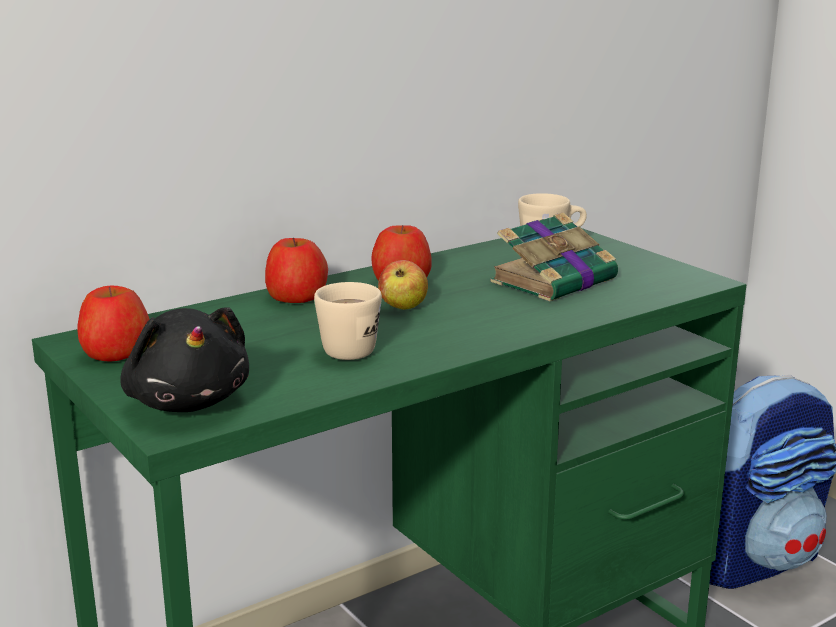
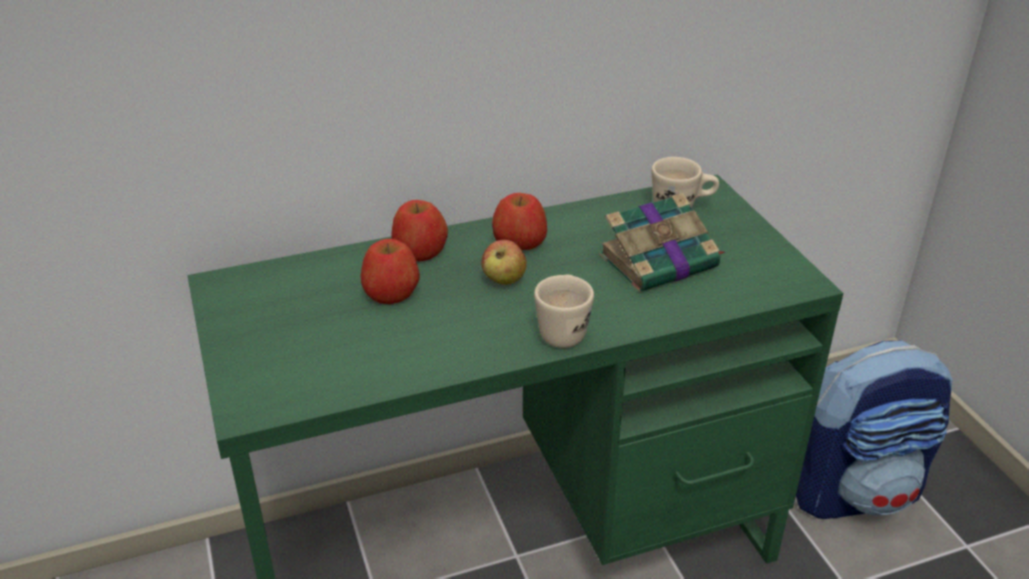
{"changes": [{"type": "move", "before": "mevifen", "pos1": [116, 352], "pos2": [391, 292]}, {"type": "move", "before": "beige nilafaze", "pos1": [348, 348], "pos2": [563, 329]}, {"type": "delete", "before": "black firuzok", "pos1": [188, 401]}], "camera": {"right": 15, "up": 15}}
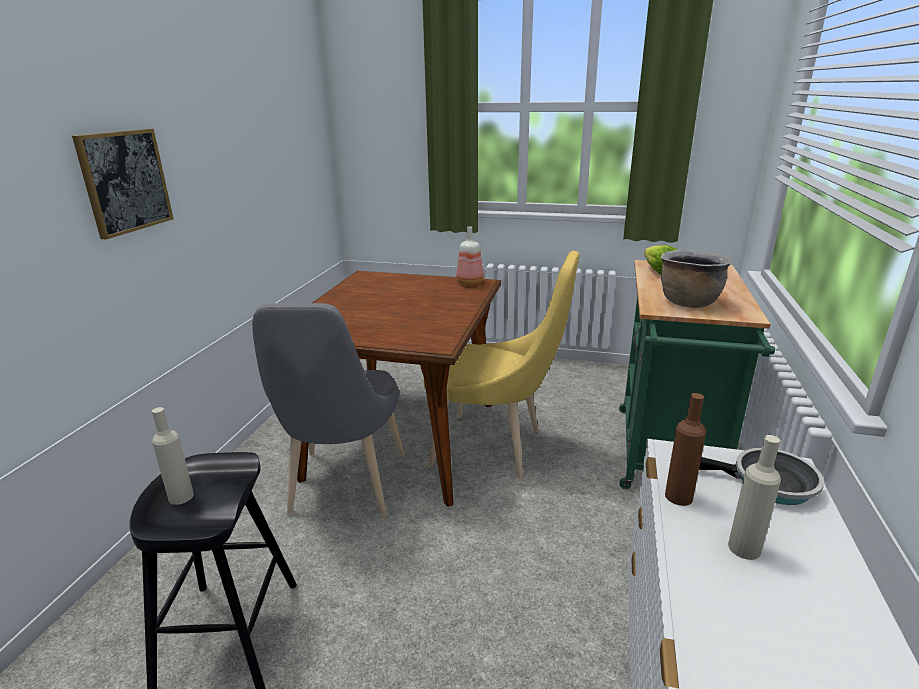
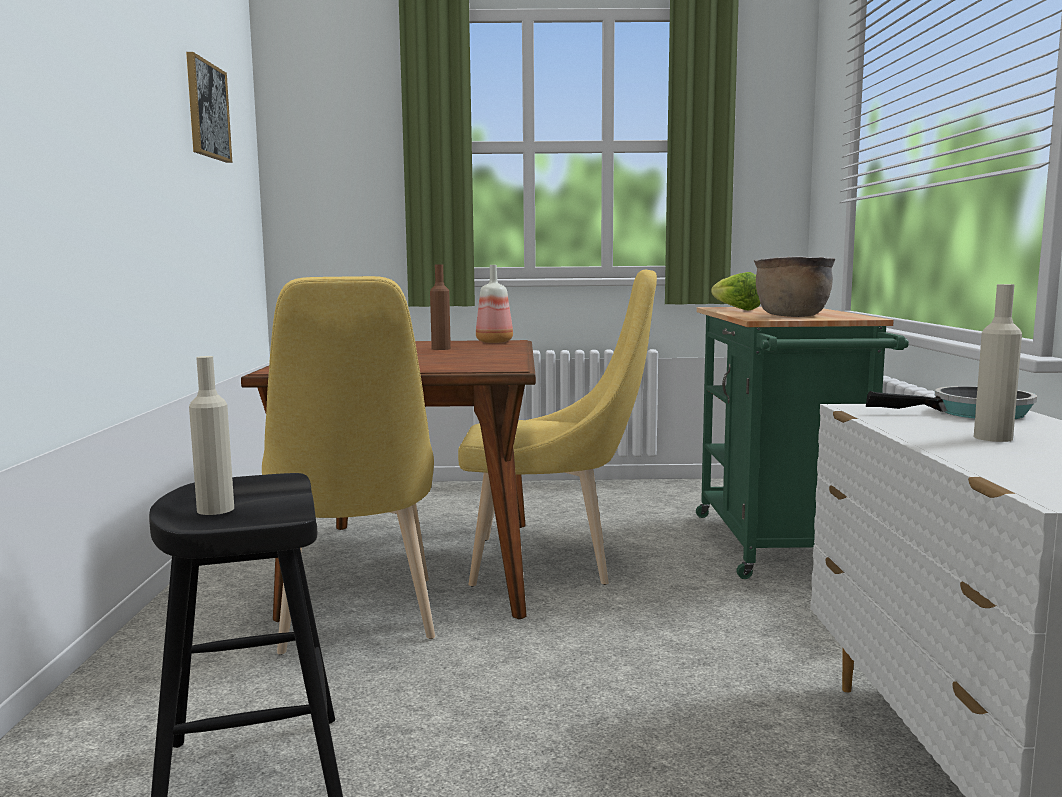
{"changes": [{"type": "move", "before": "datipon", "pos1": [125, 181], "pos2": [207, 110]}, {"type": "recolor", "before": "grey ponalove", "after": "yellow ponalove", "pos1": [345, 489], "pos2": [356, 621]}, {"type": "move", "before": "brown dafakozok", "pos1": [678, 496], "pos2": [441, 349]}], "camera": {"right": -15, "up": -15}}
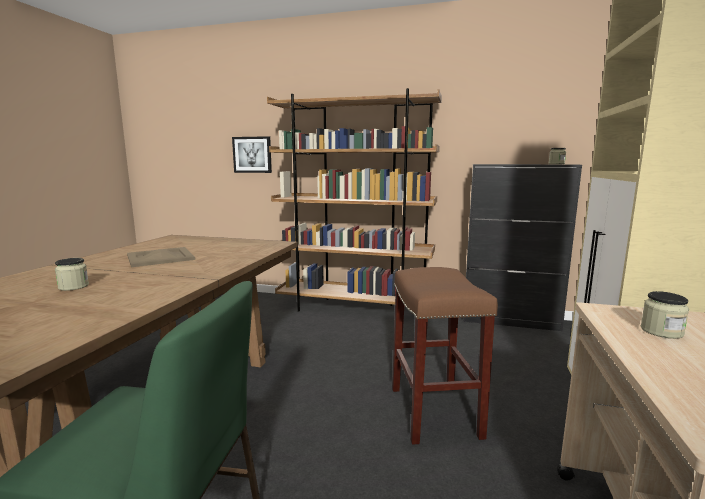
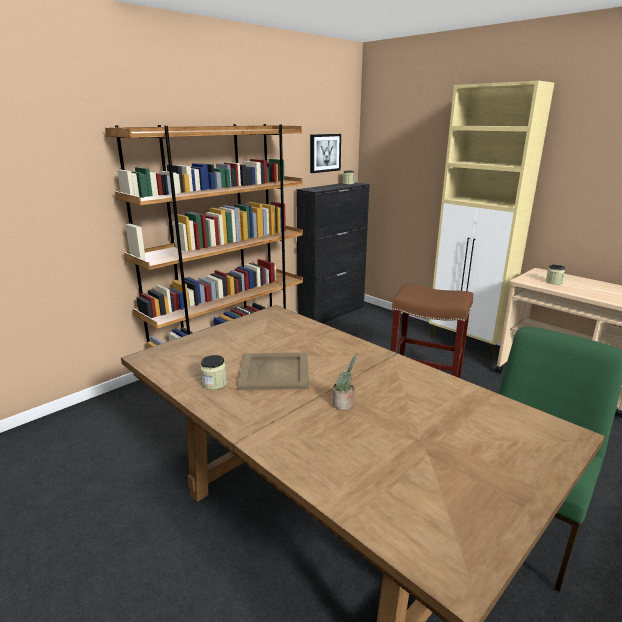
{"changes": [{"type": "move", "before": "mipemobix", "pos1": [73, 287], "pos2": [214, 383]}, {"type": "move", "before": "datipon", "pos1": [252, 154], "pos2": [324, 153]}, {"type": "insert", "after": "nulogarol", "pos2": [344, 404]}], "camera": {"right": -60, "up": 10}}
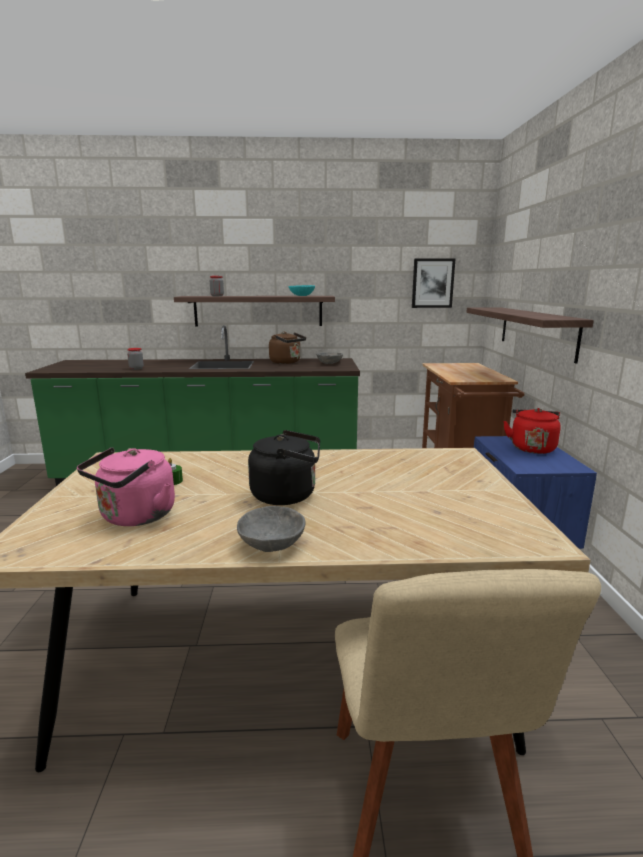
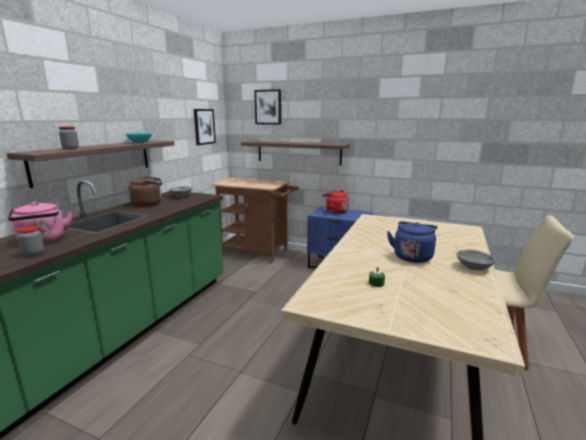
{"changes": [{"type": "move", "before": "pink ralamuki", "pos1": [135, 517], "pos2": [43, 241]}, {"type": "insert", "after": "datipon", "pos2": [268, 107]}, {"type": "recolor", "before": "black ralamuki", "after": "blue ralamuki", "pos1": [288, 495], "pos2": [412, 256]}], "camera": {"right": -65, "up": 0}}
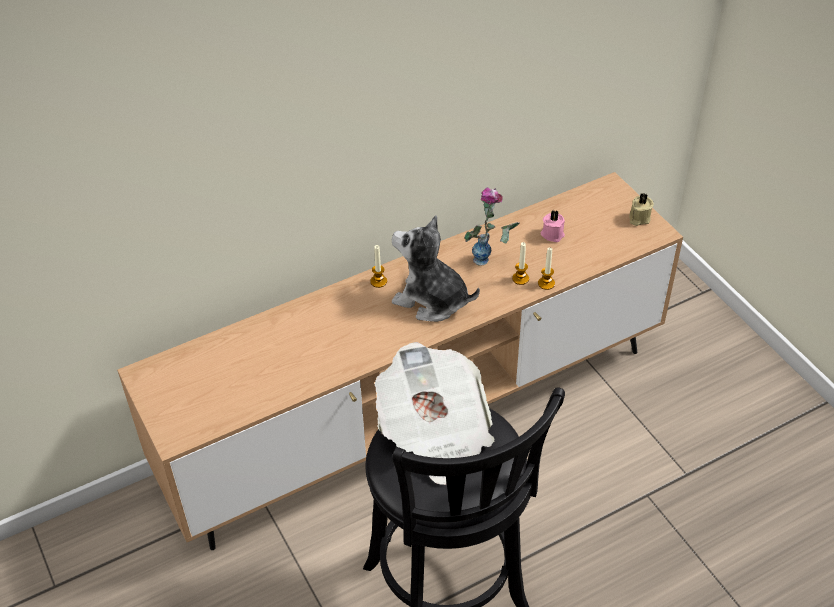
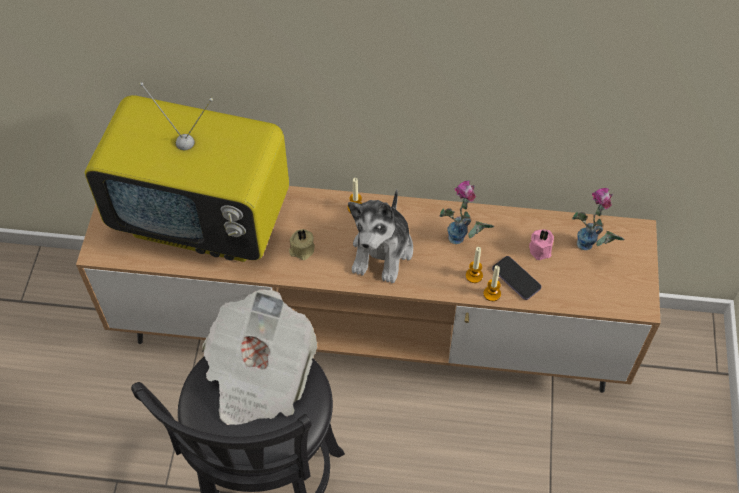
{"changes": [{"type": "insert", "after": "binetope", "pos2": [204, 219]}, {"type": "move", "before": "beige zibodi", "pos1": [638, 218], "pos2": [301, 250]}, {"type": "rotate", "before": "firuzok", "pos1": [431, 300], "pos2": [382, 251], "turn": -135}, {"type": "insert", "after": "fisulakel", "pos2": [516, 279]}, {"type": "insert", "after": "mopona", "pos2": [590, 252]}], "camera": {"right": 35, "up": 10}}
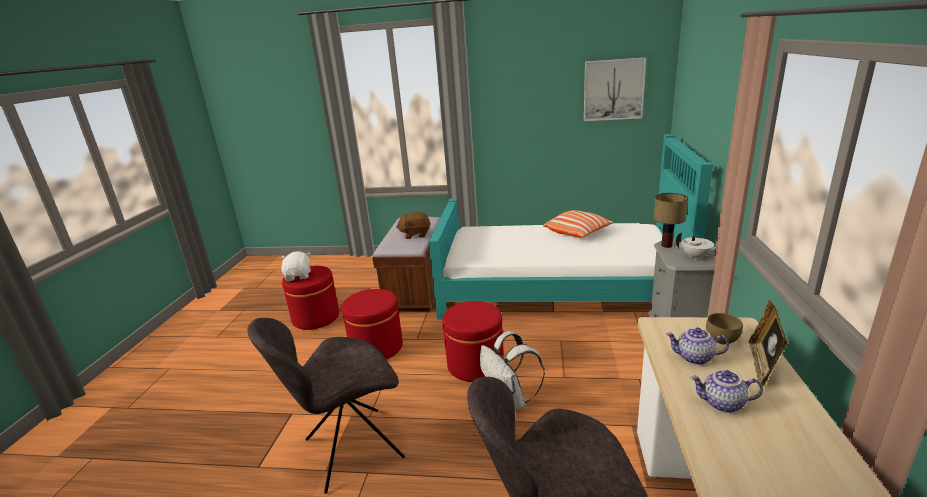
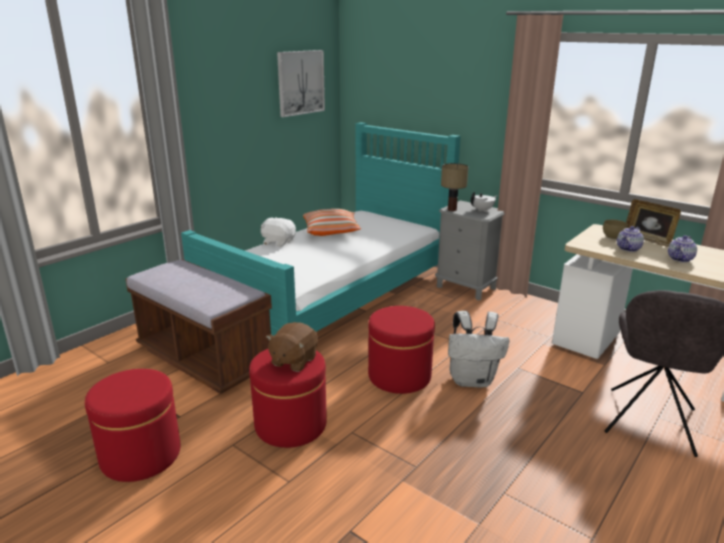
{"changes": [{"type": "move", "before": "white firuzok", "pos1": [299, 276], "pos2": [278, 242]}, {"type": "move", "before": "brown firuzok", "pos1": [415, 234], "pos2": [293, 361]}, {"type": "delete", "before": "grey ponalove", "pos1": [349, 450]}], "camera": {"right": -60, "up": 0}}
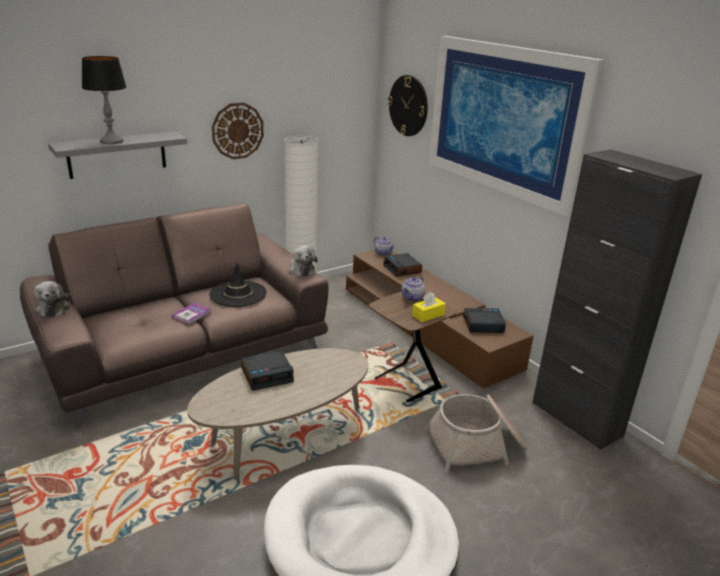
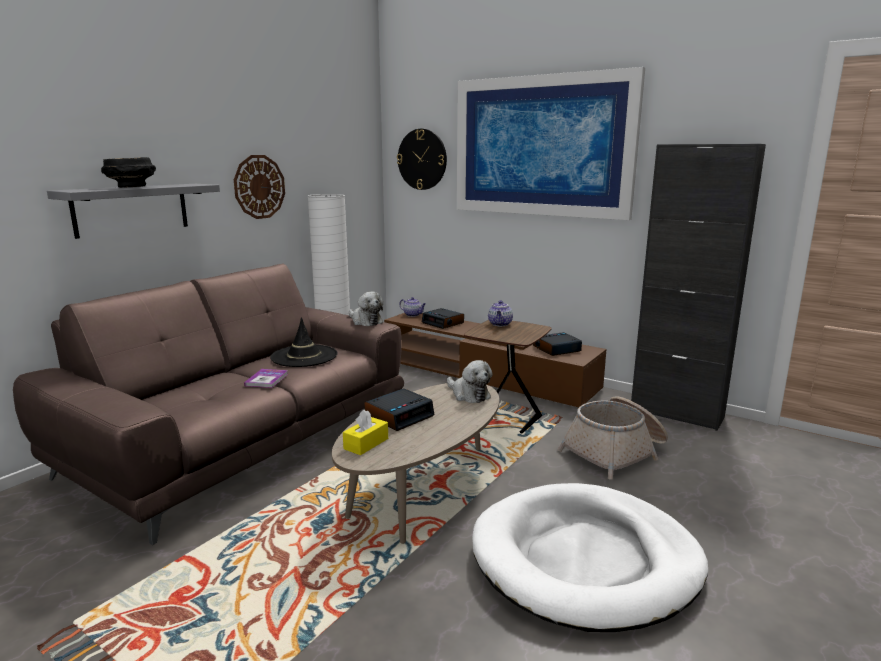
{"changes": [{"type": "replace", "before": "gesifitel", "after": "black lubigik", "pos1": [111, 141], "pos2": [131, 187]}, {"type": "move", "before": "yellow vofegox", "pos1": [428, 315], "pos2": [366, 444]}, {"type": "move", "before": "firuzok", "pos1": [53, 308], "pos2": [468, 395]}], "camera": {"right": -20, "up": -10}}
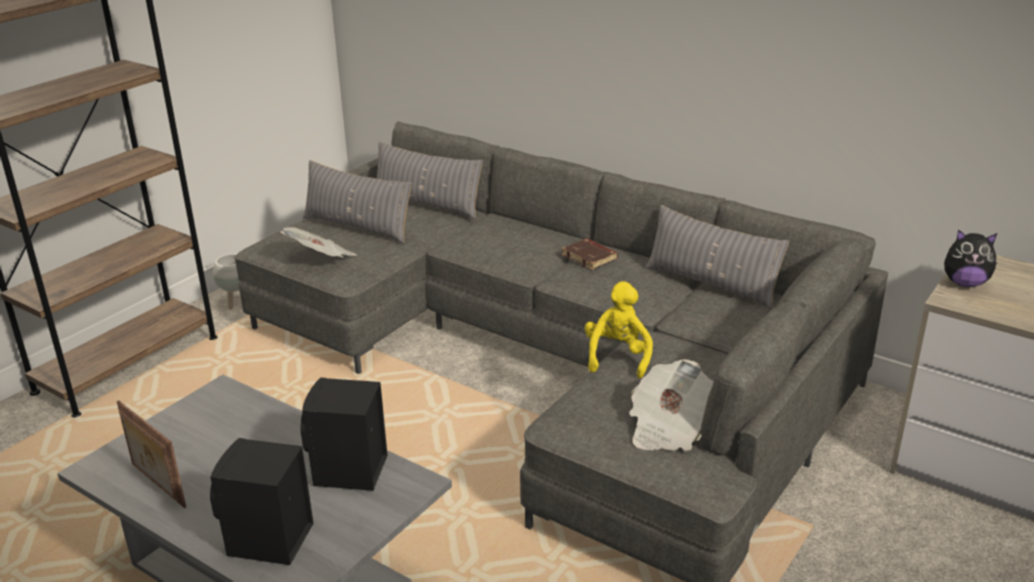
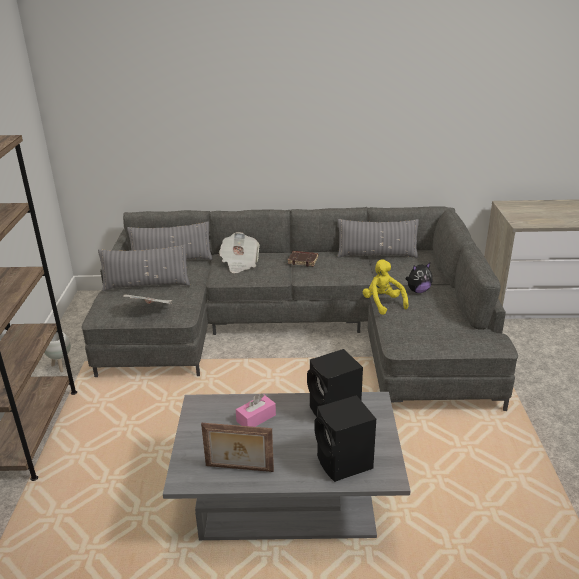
{"changes": [{"type": "move", "before": "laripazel", "pos1": [669, 427], "pos2": [239, 263]}, {"type": "insert", "after": "pink vofegox", "pos2": [256, 418]}, {"type": "move", "before": "firuzok", "pos1": [964, 283], "pos2": [418, 291]}], "camera": {"right": -35, "up": 0}}
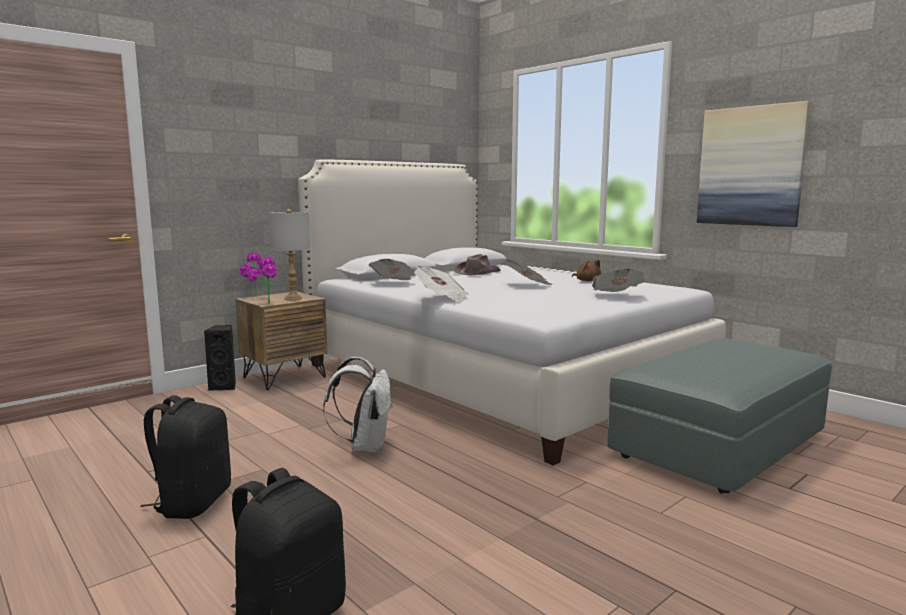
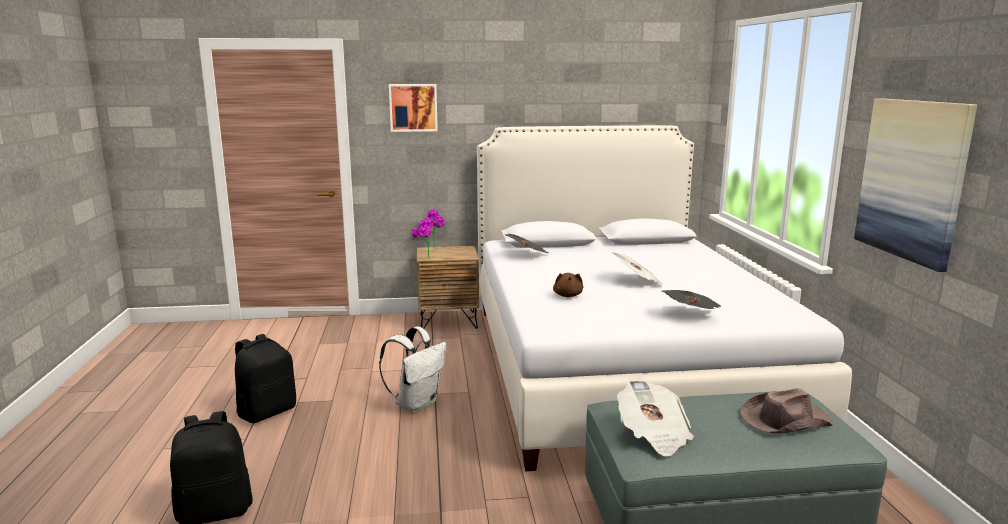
{"changes": [{"type": "insert", "after": "datipon", "pos2": [413, 107]}, {"type": "move", "before": "brown firuzok", "pos1": [587, 281], "pos2": [568, 295]}, {"type": "move", "before": "laripazel", "pos1": [442, 298], "pos2": [653, 435]}, {"type": "move", "before": "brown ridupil", "pos1": [477, 272], "pos2": [784, 420]}, {"type": "delete", "before": "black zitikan", "pos1": [224, 386]}, {"type": "delete", "before": "grey gesifitel", "pos1": [292, 298]}], "camera": {"right": 35, "up": 5}}
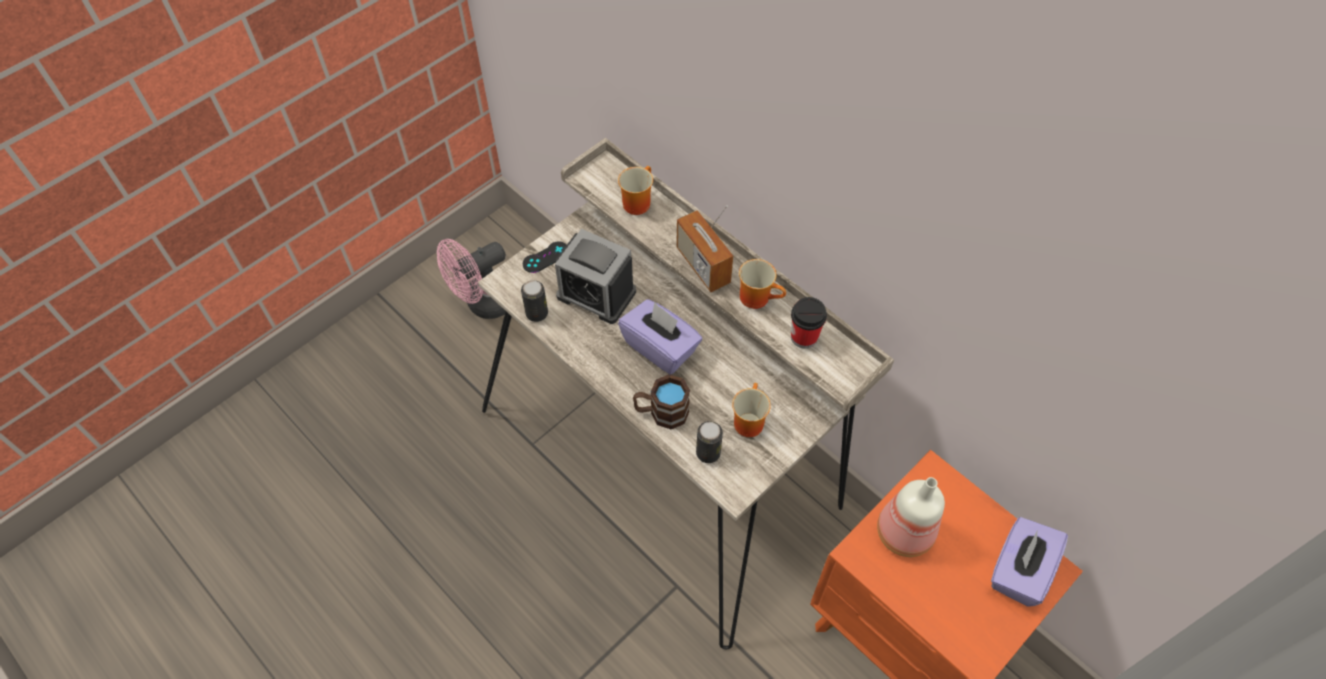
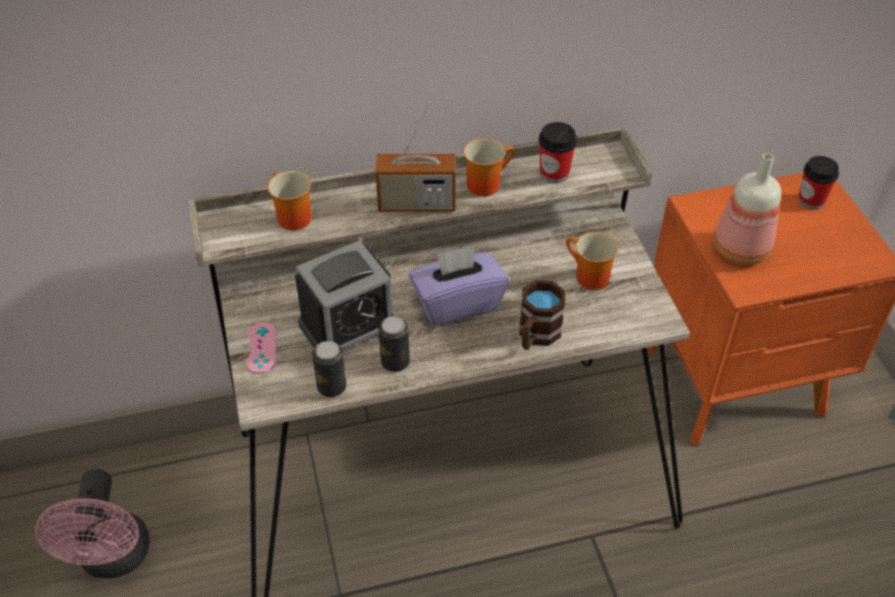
{"changes": [{"type": "recolor", "before": "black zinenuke", "after": "pink zinenuke", "pos1": [546, 257], "pos2": [261, 348]}, {"type": "move", "before": "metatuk", "pos1": [708, 453], "pos2": [395, 362]}, {"type": "replace", "before": "purple vofegox", "after": "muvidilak", "pos1": [1018, 571], "pos2": [811, 201]}], "camera": {"right": -60, "up": -10}}
